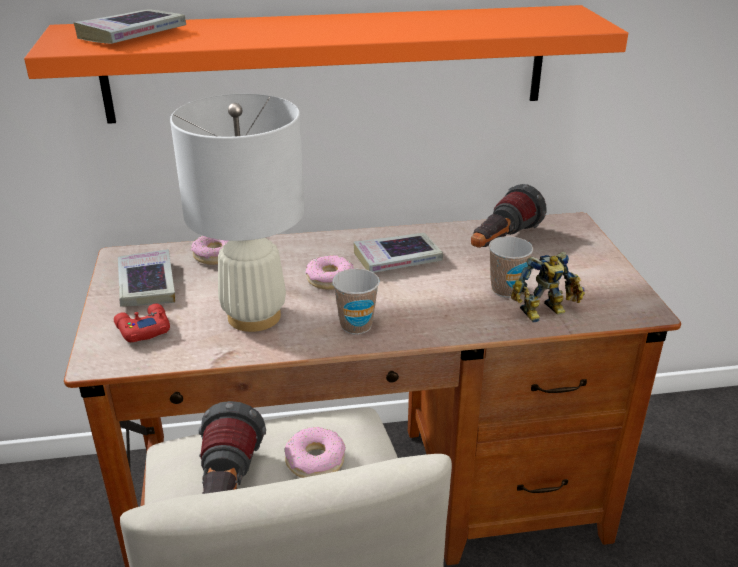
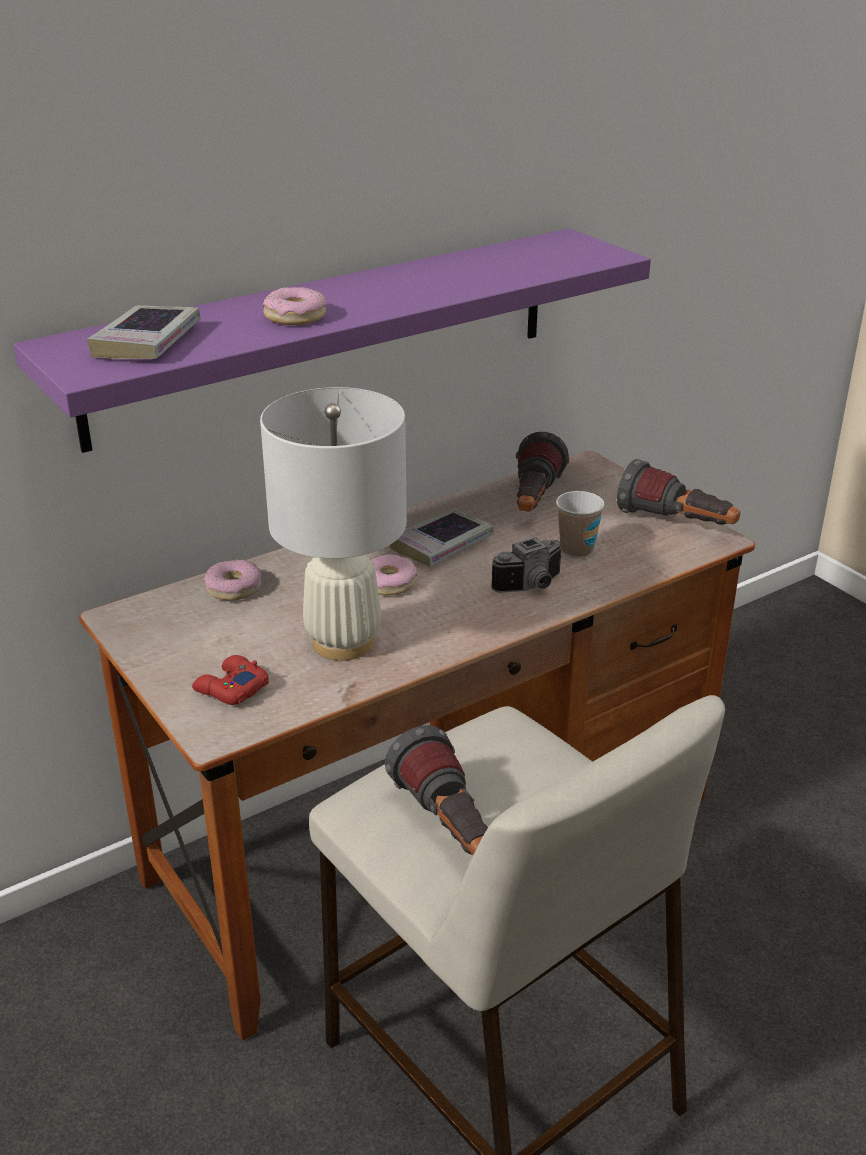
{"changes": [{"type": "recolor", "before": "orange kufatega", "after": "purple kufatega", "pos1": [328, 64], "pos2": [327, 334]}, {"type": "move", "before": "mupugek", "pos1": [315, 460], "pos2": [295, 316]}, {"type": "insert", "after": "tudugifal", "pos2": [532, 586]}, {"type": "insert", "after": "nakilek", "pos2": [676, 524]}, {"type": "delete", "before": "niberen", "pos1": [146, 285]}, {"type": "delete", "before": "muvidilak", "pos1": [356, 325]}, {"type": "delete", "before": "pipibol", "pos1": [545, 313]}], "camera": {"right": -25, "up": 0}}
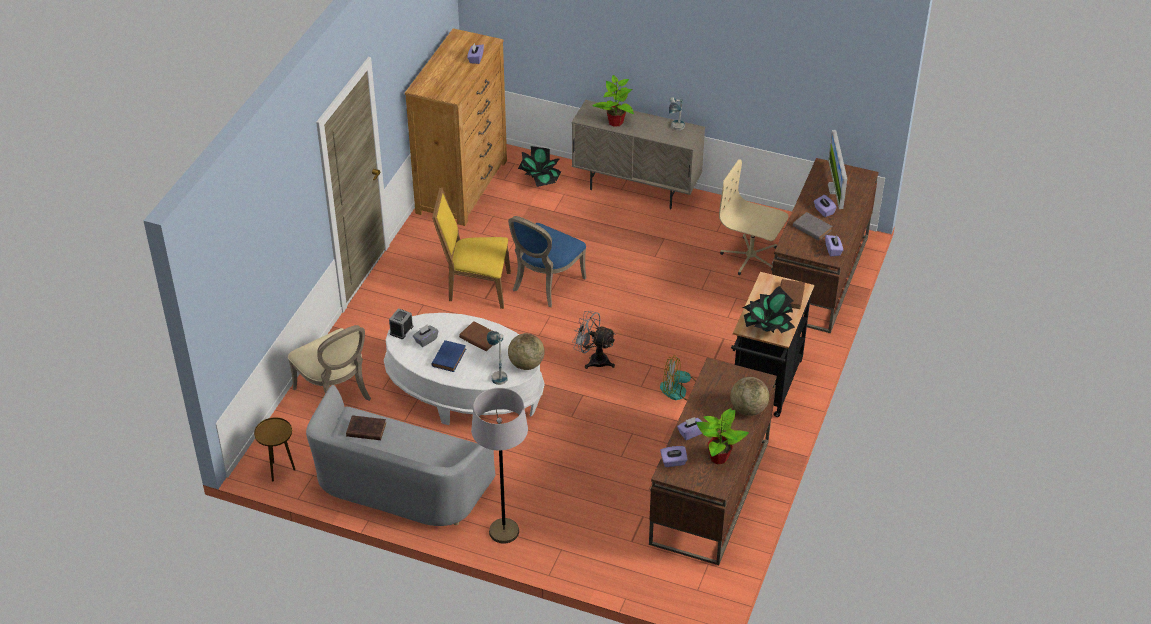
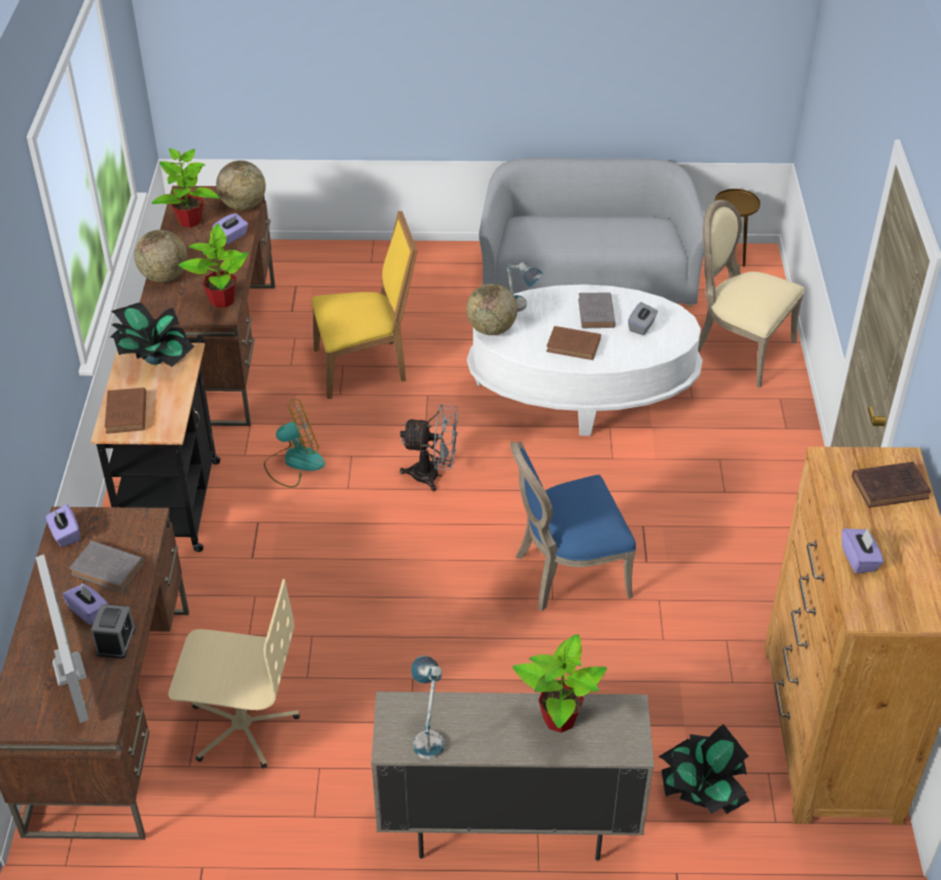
{"changes": [{"type": "move", "before": "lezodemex", "pos1": [401, 330], "pos2": [116, 641]}, {"type": "insert", "after": "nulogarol", "pos2": [222, 300]}, {"type": "replace", "before": "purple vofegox", "after": "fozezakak", "pos1": [673, 462], "pos2": [243, 205]}, {"type": "move", "before": "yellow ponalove", "pos1": [475, 287], "pos2": [366, 366]}, {"type": "rotate", "before": "blue ponalove", "pos1": [545, 284], "pos2": [566, 573], "turn": -120}, {"type": "recolor", "before": "blue niberen", "after": "grey niberen", "pos1": [449, 357], "pos2": [596, 314]}, {"type": "move", "before": "brown niberen", "pos1": [365, 430], "pos2": [891, 487]}, {"type": "delete", "before": "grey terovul", "pos1": [504, 531]}], "camera": {"right": 160, "up": 0}}
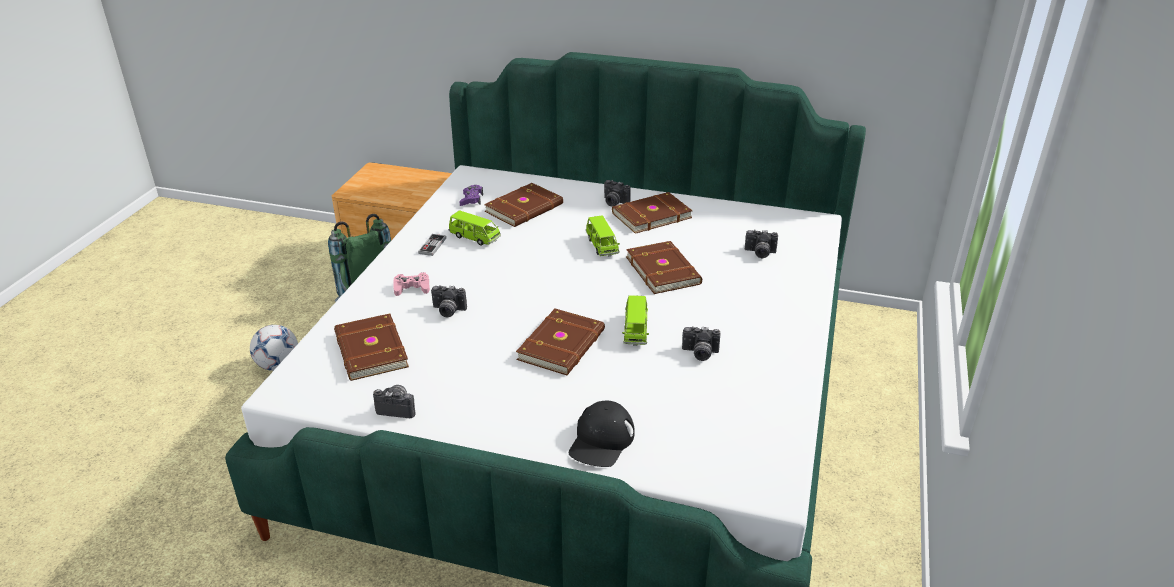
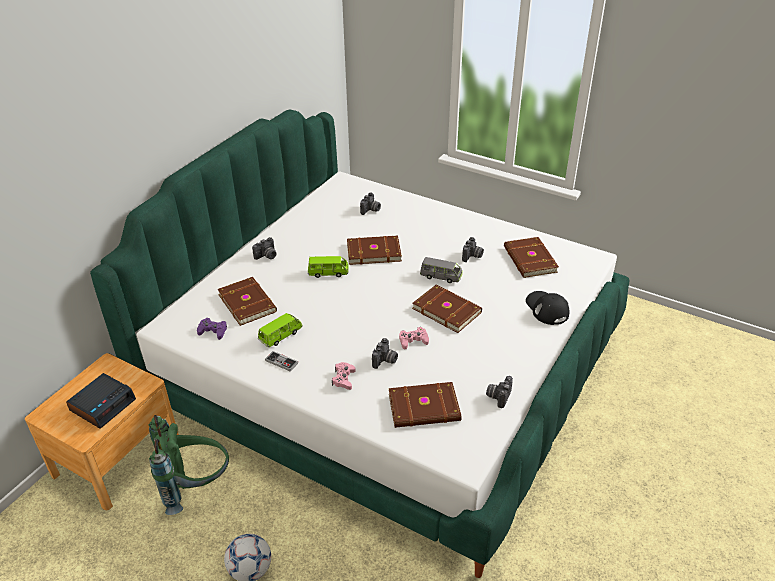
{"changes": [{"type": "insert", "after": "lezodemex", "pos2": [103, 404]}, {"type": "insert", "after": "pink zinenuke", "pos2": [413, 341]}, {"type": "recolor", "before": "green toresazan", "after": "grey toresazan", "pos1": [635, 331], "pos2": [441, 276]}, {"type": "move", "before": "brown niberen", "pos1": [650, 215], "pos2": [529, 260]}, {"type": "rotate", "before": "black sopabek", "pos1": [601, 440], "pos2": [546, 309], "turn": -150}], "camera": {"right": -75, "up": 5}}
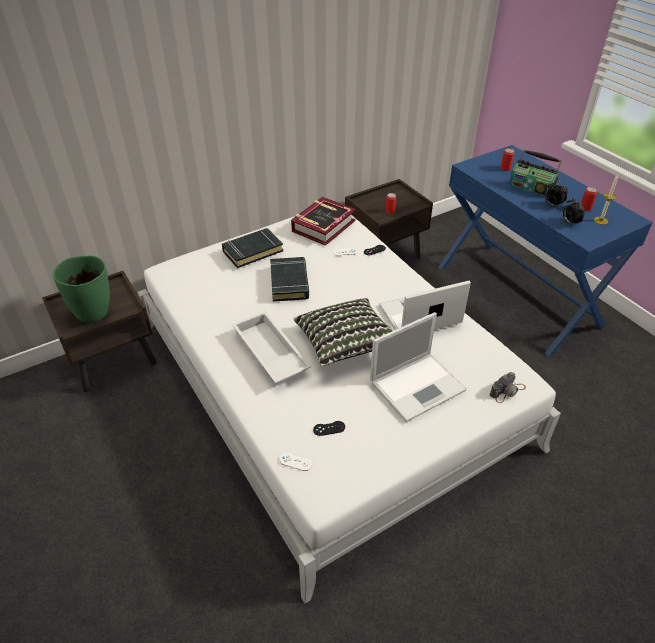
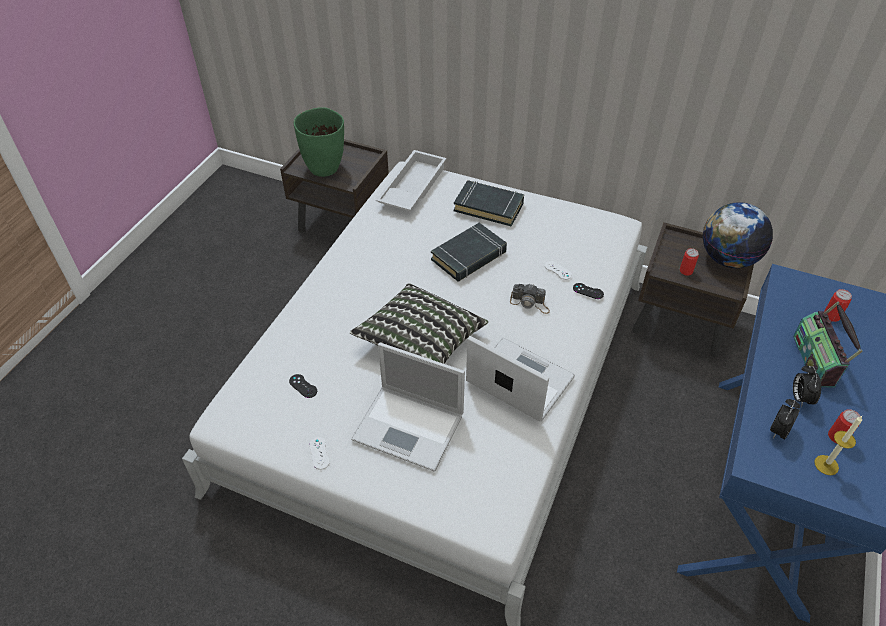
{"changes": [{"type": "move", "before": "white zinenuke", "pos1": [295, 462], "pos2": [319, 453]}, {"type": "move", "before": "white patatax", "pos1": [269, 353], "pos2": [411, 187]}, {"type": "move", "before": "tudugifal", "pos1": [507, 391], "pos2": [530, 303]}, {"type": "insert", "after": "fozezakak", "pos2": [727, 259]}, {"type": "delete", "before": "niberen", "pos1": [323, 226]}], "camera": {"right": 55, "up": 5}}
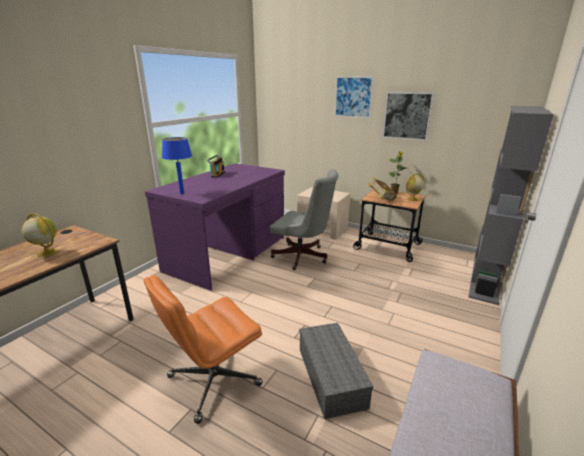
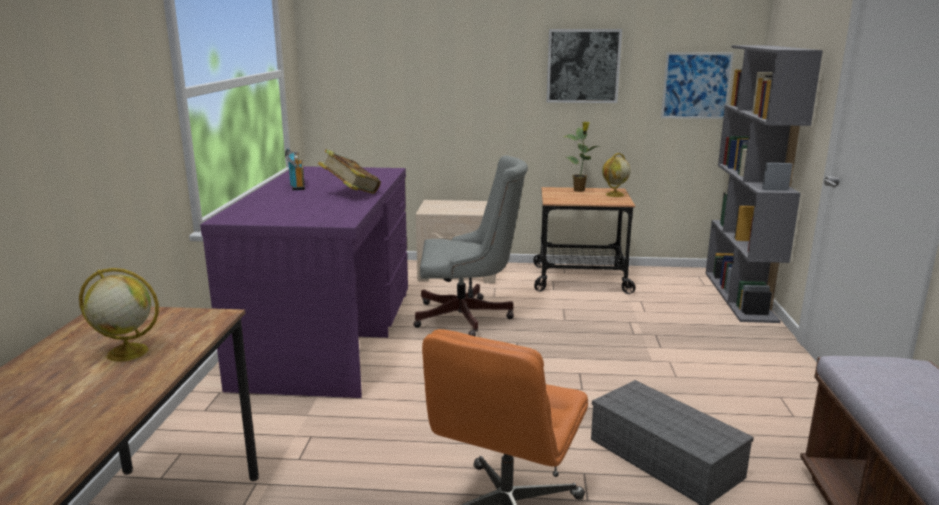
{"changes": [{"type": "move", "before": "niberen", "pos1": [380, 199], "pos2": [351, 194]}, {"type": "move", "before": "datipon", "pos1": [353, 97], "pos2": [696, 85]}, {"type": "delete", "before": "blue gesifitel", "pos1": [181, 193]}], "camera": {"right": -25, "up": -5}}
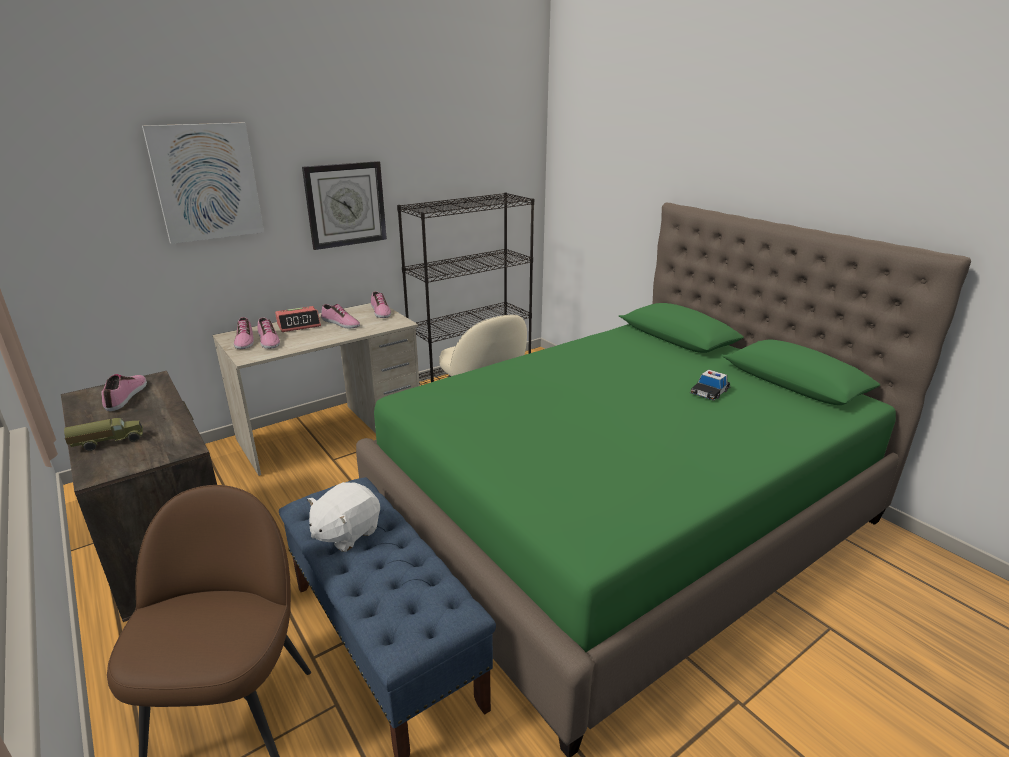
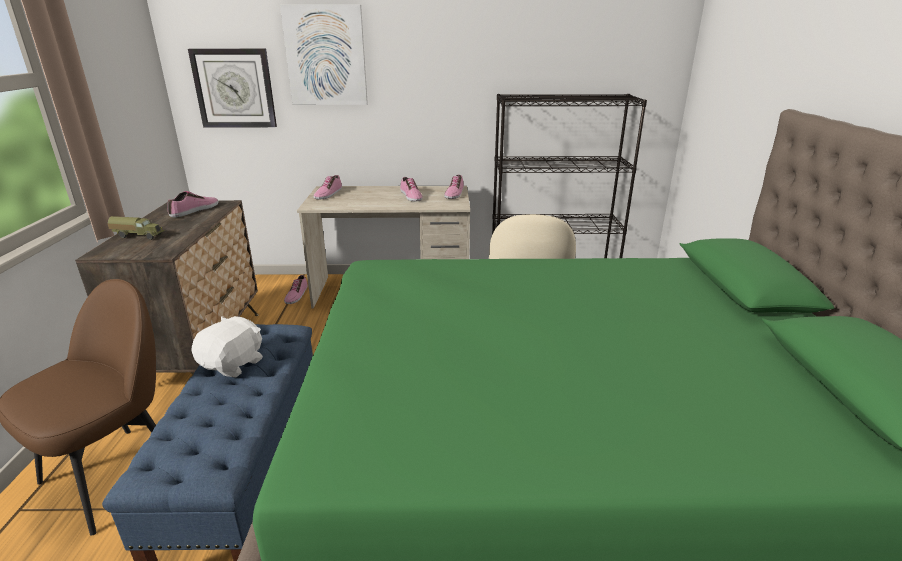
{"changes": [{"type": "move", "before": "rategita", "pos1": [345, 204], "pos2": [234, 88]}, {"type": "rotate", "before": "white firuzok", "pos1": [346, 533], "pos2": [234, 364], "turn": 135}, {"type": "move", "before": "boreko", "pos1": [268, 340], "pos2": [296, 295]}, {"type": "delete", "before": "lezodemex", "pos1": [299, 325]}, {"type": "delete", "before": "toresazan", "pos1": [710, 392]}], "camera": {"right": 35, "up": 0}}
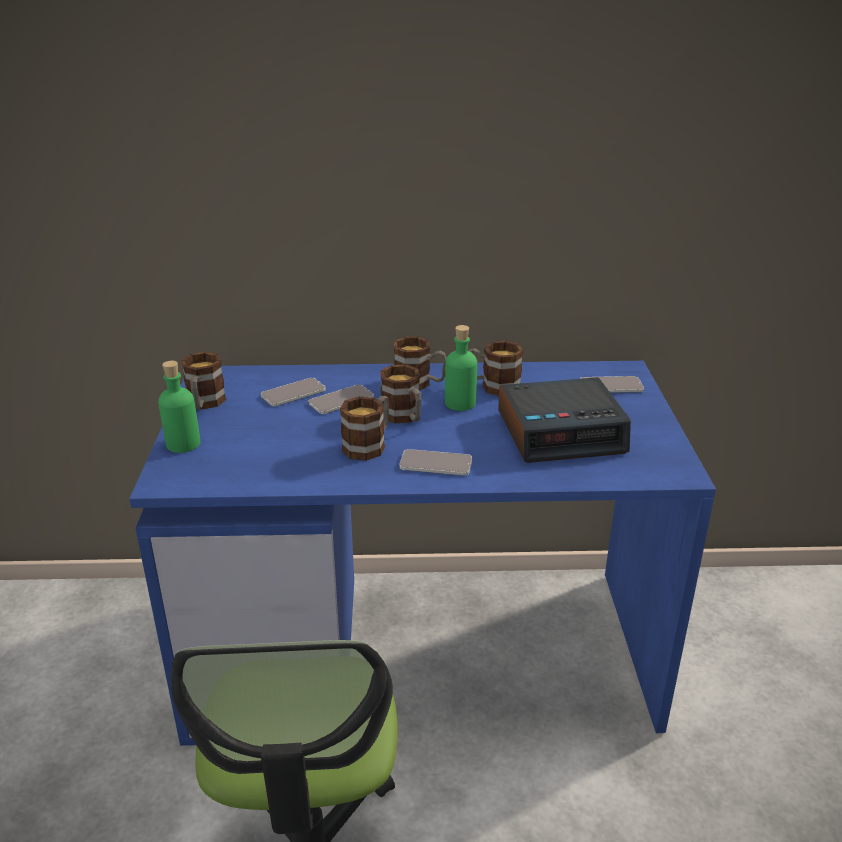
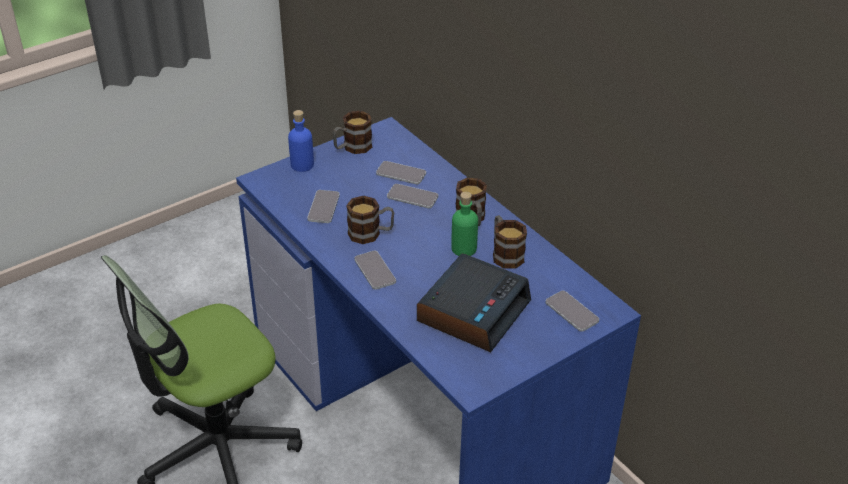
{"changes": [{"type": "recolor", "before": "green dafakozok", "after": "blue dafakozok", "pos1": [183, 444], "pos2": [302, 165]}, {"type": "insert", "after": "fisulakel", "pos2": [323, 207]}, {"type": "rotate", "before": "lezodemex", "pos1": [561, 431], "pos2": [473, 310], "turn": -105}, {"type": "delete", "before": "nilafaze", "pos1": [404, 417]}], "camera": {"right": 55, "up": 10}}
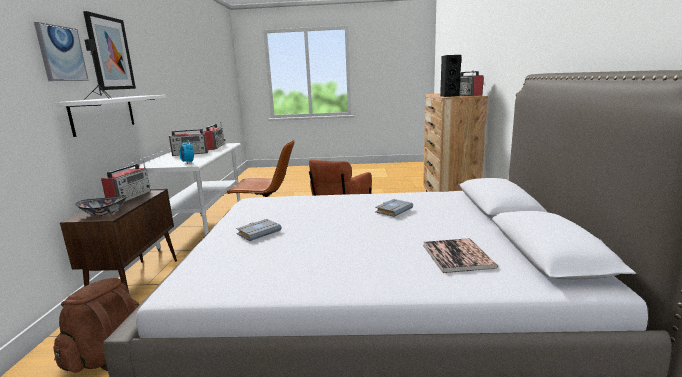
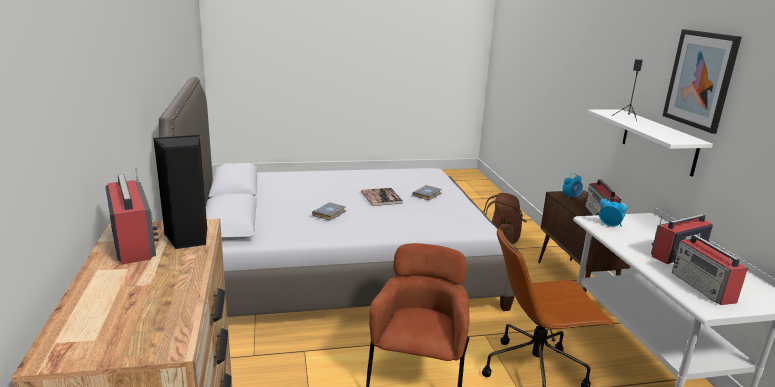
{"changes": [{"type": "move", "before": "niberen", "pos1": [457, 256], "pos2": [381, 197]}, {"type": "replace", "before": "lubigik", "after": "lezodemex", "pos1": [104, 213], "pos2": [571, 197]}, {"type": "delete", "before": "datipon", "pos1": [61, 53]}], "camera": {"right": 165, "up": 5}}
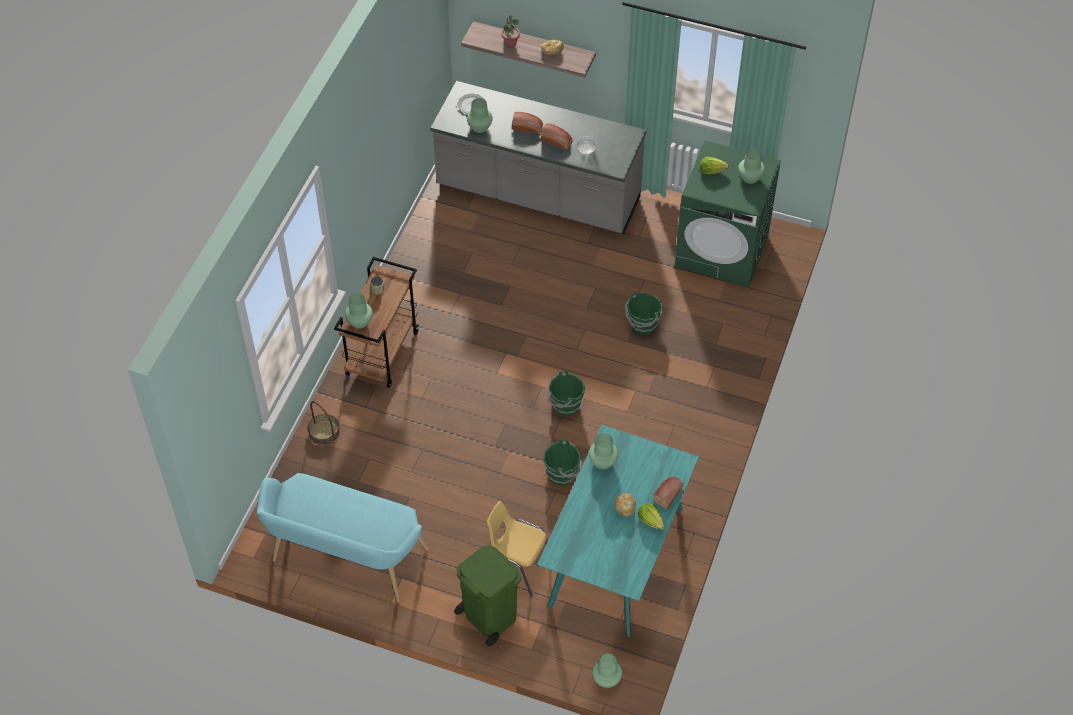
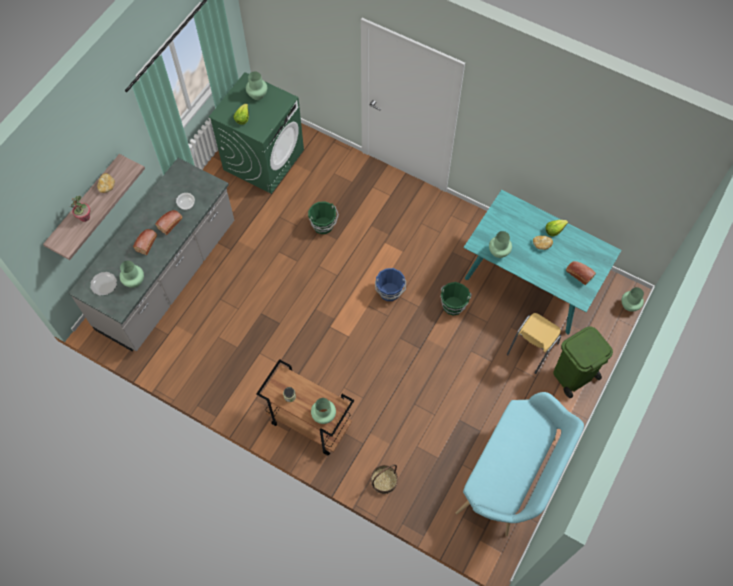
{"changes": [{"type": "recolor", "before": "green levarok", "after": "blue levarok", "pos1": [565, 405], "pos2": [390, 292]}, {"type": "move", "before": "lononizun", "pos1": [668, 494], "pos2": [578, 274]}], "camera": {"right": -80, "up": 10}}
